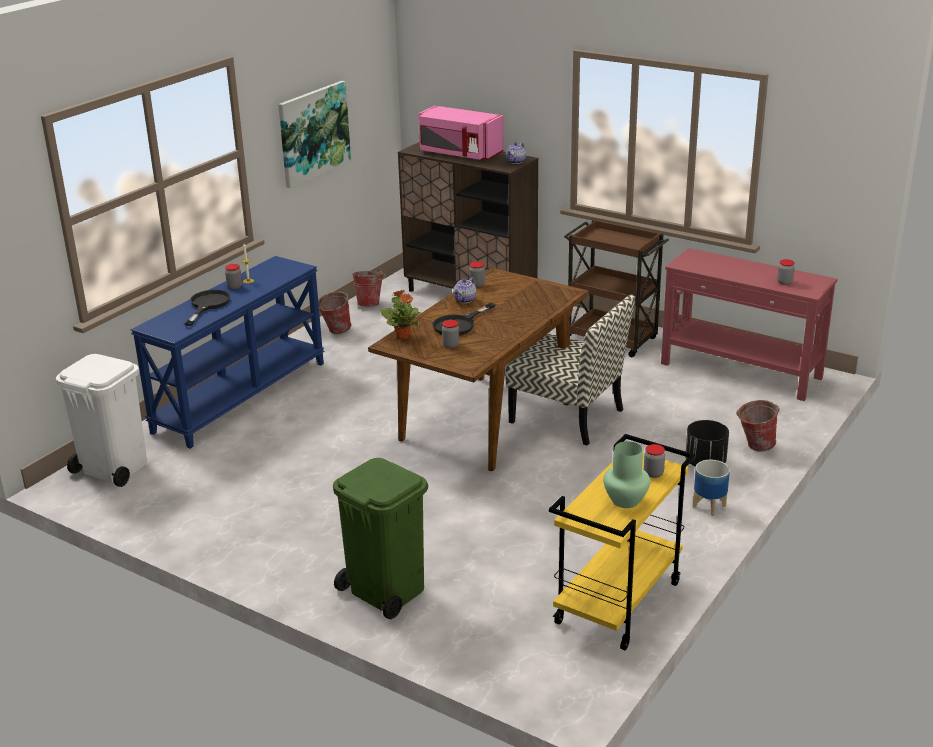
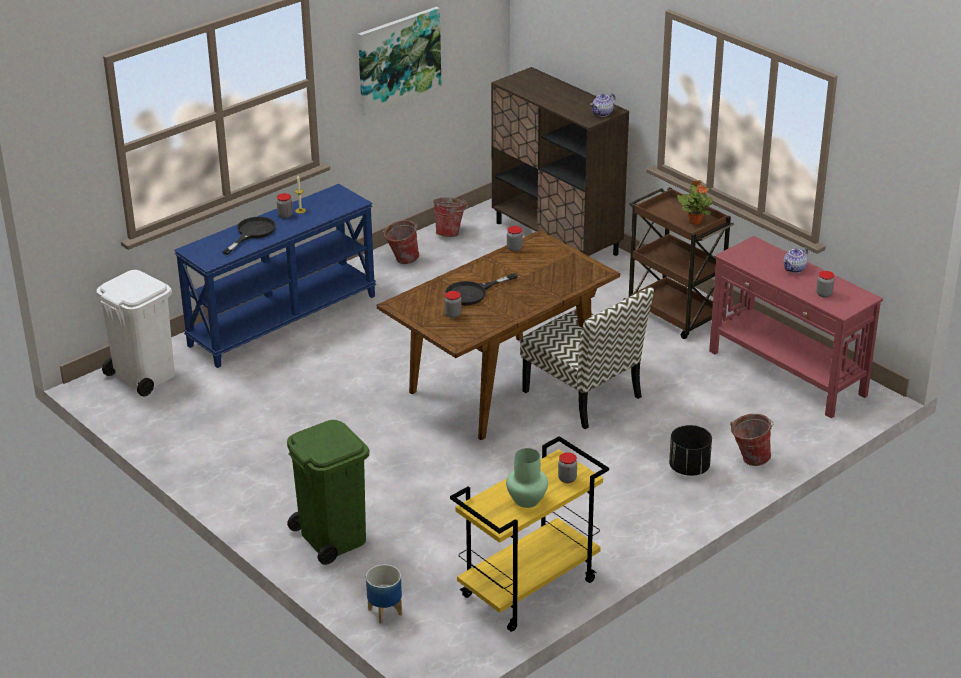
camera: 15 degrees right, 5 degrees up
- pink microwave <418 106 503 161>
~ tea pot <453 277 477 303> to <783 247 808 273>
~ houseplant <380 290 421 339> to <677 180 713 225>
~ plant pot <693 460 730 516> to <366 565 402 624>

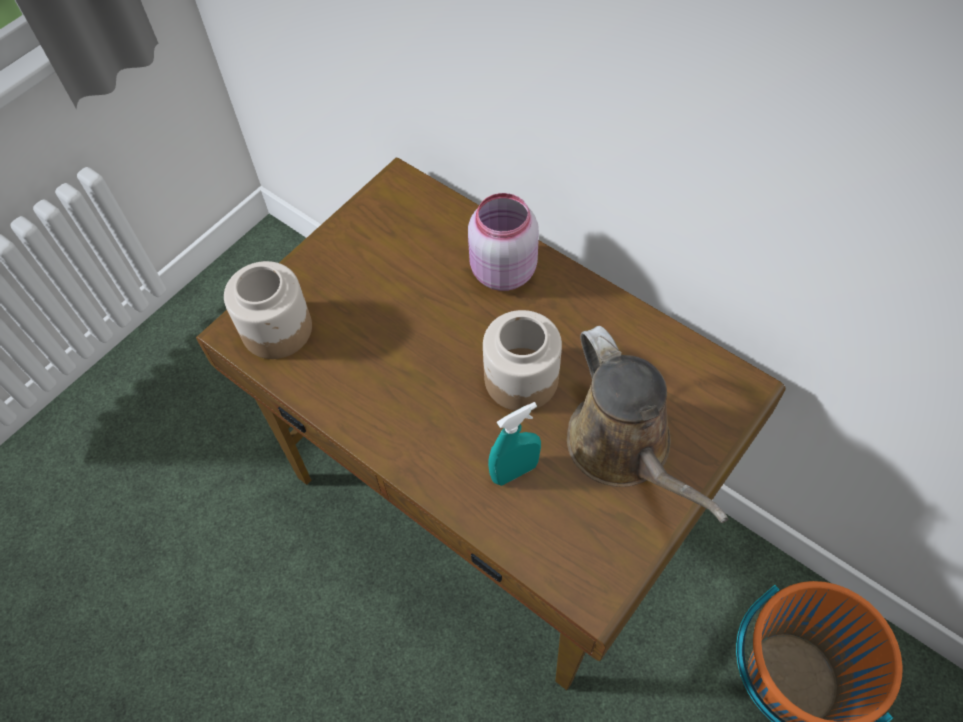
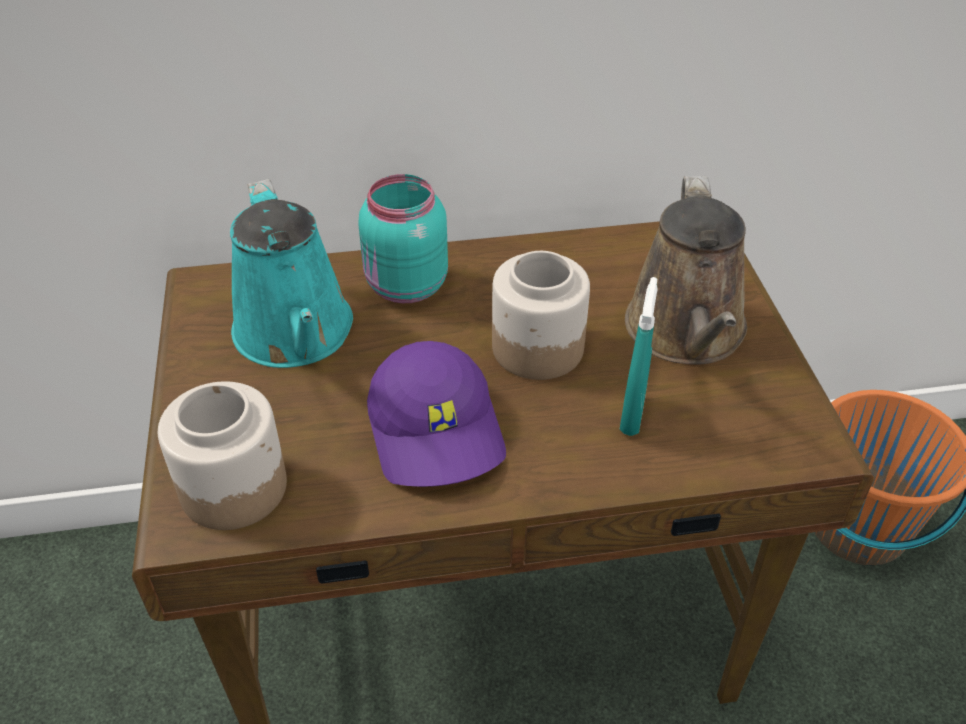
camera: 50 degrees left, 15 degrees down
~ pink jar <468 193 539 291> to turquoise jar <358 174 448 303>
~ brownish watering can <567 326 728 523> = <625 176 747 365> 75 degrees clockwise
+ turquoise watering can <230 179 353 368>
+ purplish baseball cap <367 341 506 487>

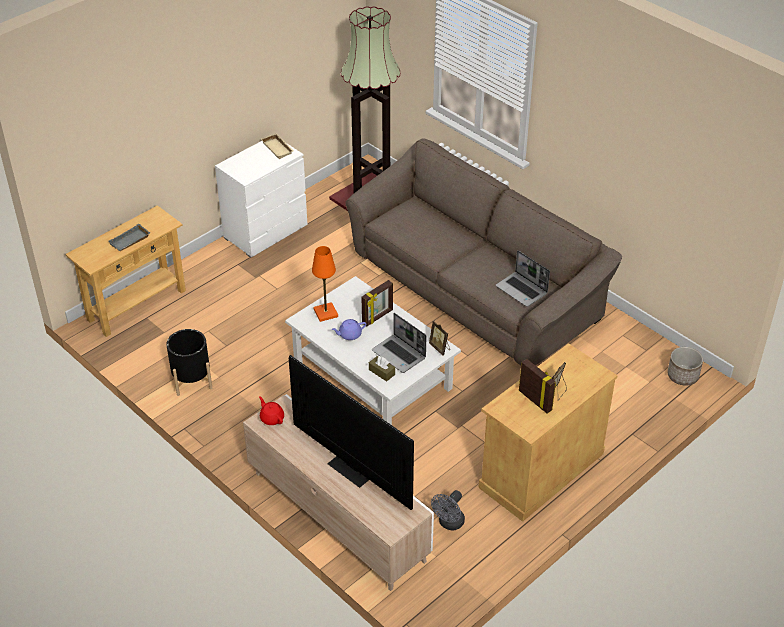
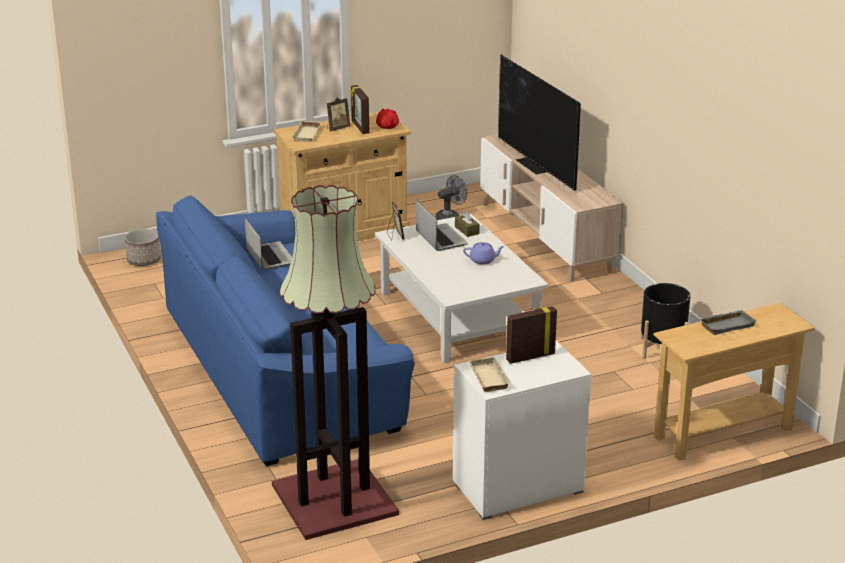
camera: 160 degrees left, 15 degrees down
~ brownish sofa <345 138 622 366> to blue sofa <156 195 415 466>
- orange lamp for a table <312 246 338 322>
~ photo frame <362 280 393 327> to <506 306 557 364>
~ red tea pot <259 396 284 425> to <376 109 399 129>
+ beige tray <292 120 322 142>

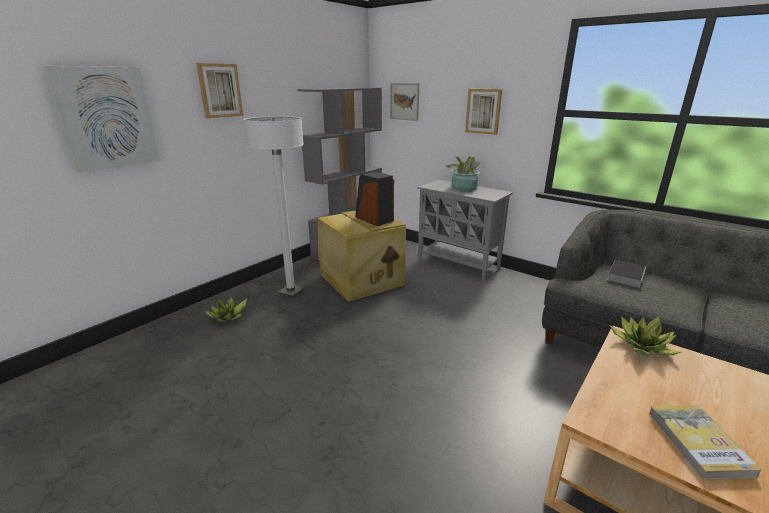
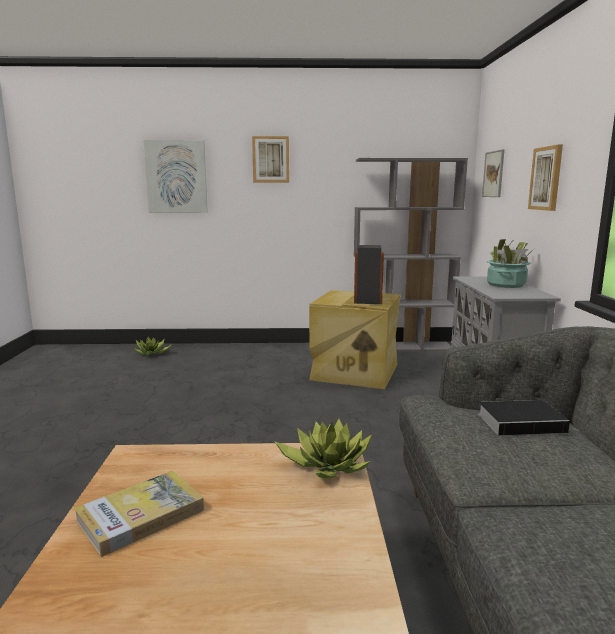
camera: 50 degrees right, 10 degrees down
- white floor lamp <244 116 304 297>
~ houseplant <205 297 247 322> to <134 336 172 356>

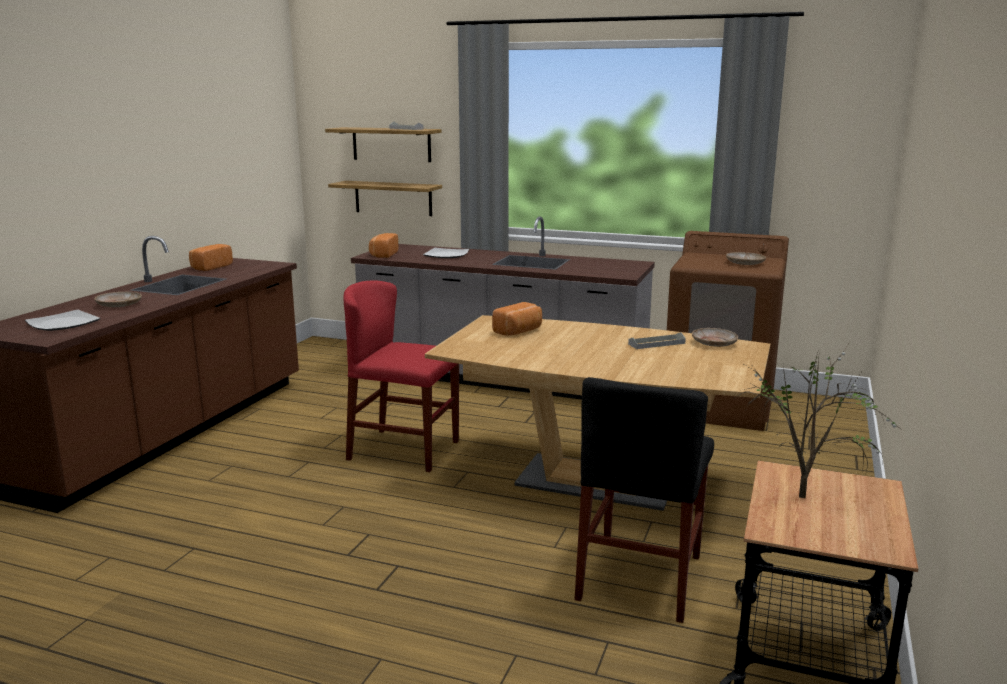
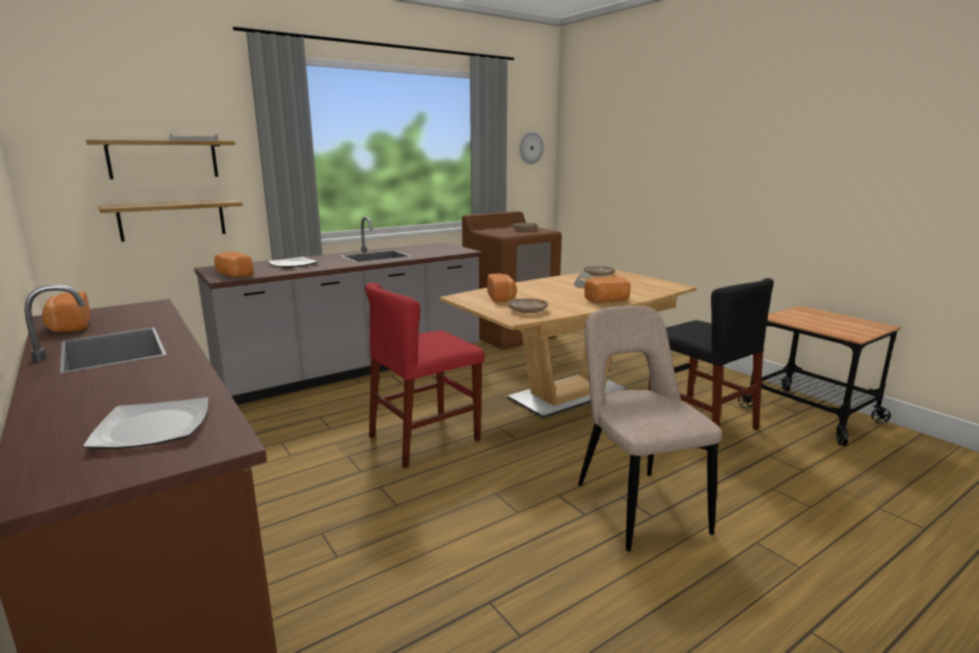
camera: 55 degrees left, 0 degrees up
~ beige dinner plate <95 292 142 307> to <508 298 548 313>
- houseplant <738 342 896 498>
+ wall clock <519 132 544 164>
+ baked bread <584 277 631 303>
+ beige plain chair <578 306 722 552>

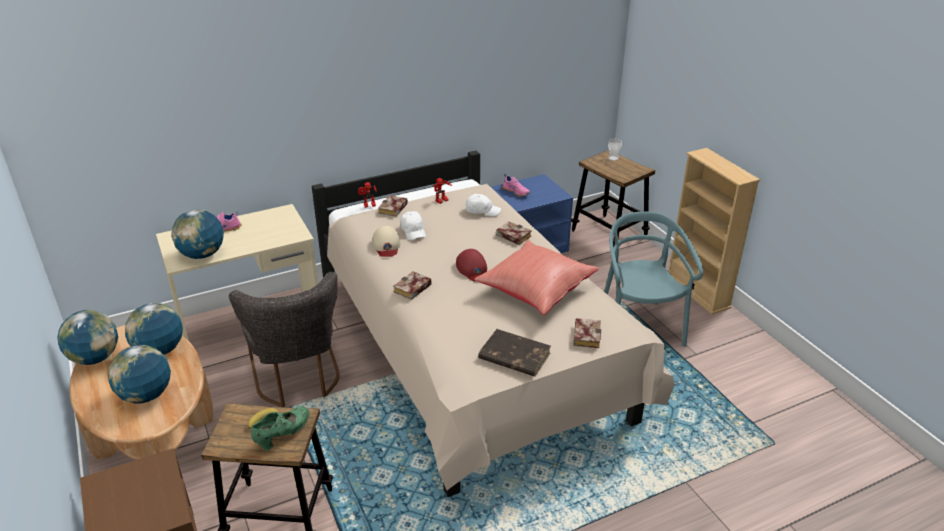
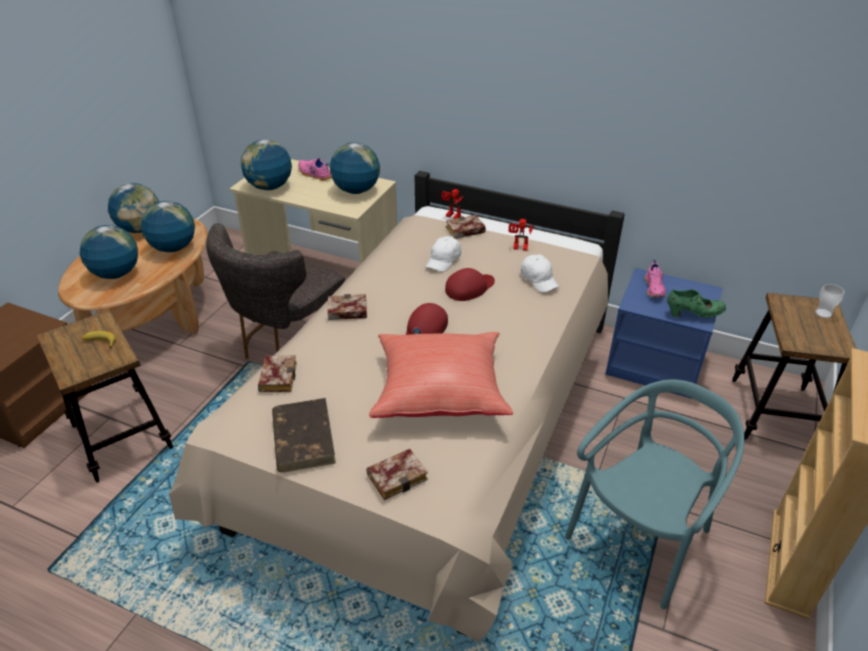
camera: 50 degrees right, 5 degrees up
~ book <496 221 532 245> to <258 356 297 392>
- beige baseball cap <372 226 400 257>
~ greenish shoe <251 406 310 450> to <667 290 726 318>
+ world globe <330 142 380 194>
+ red baseball cap <445 268 495 301>

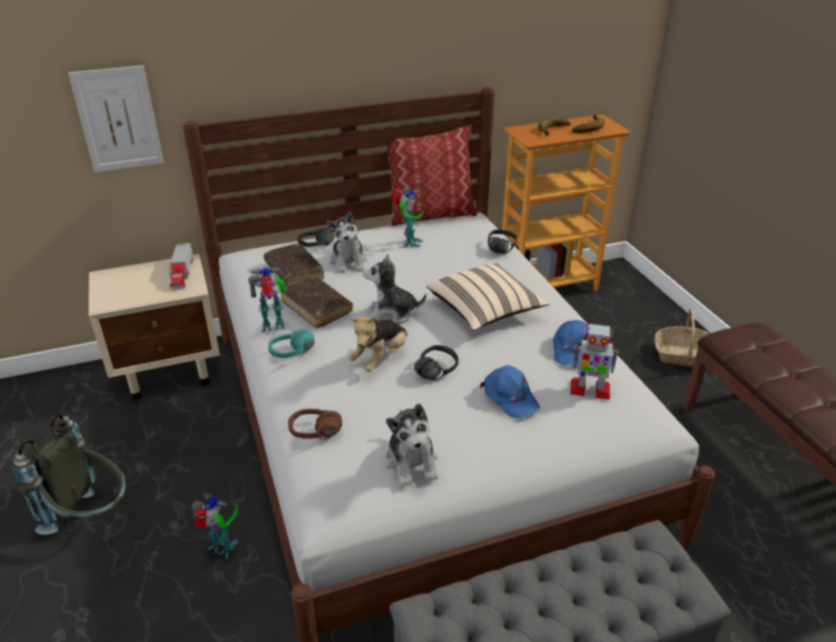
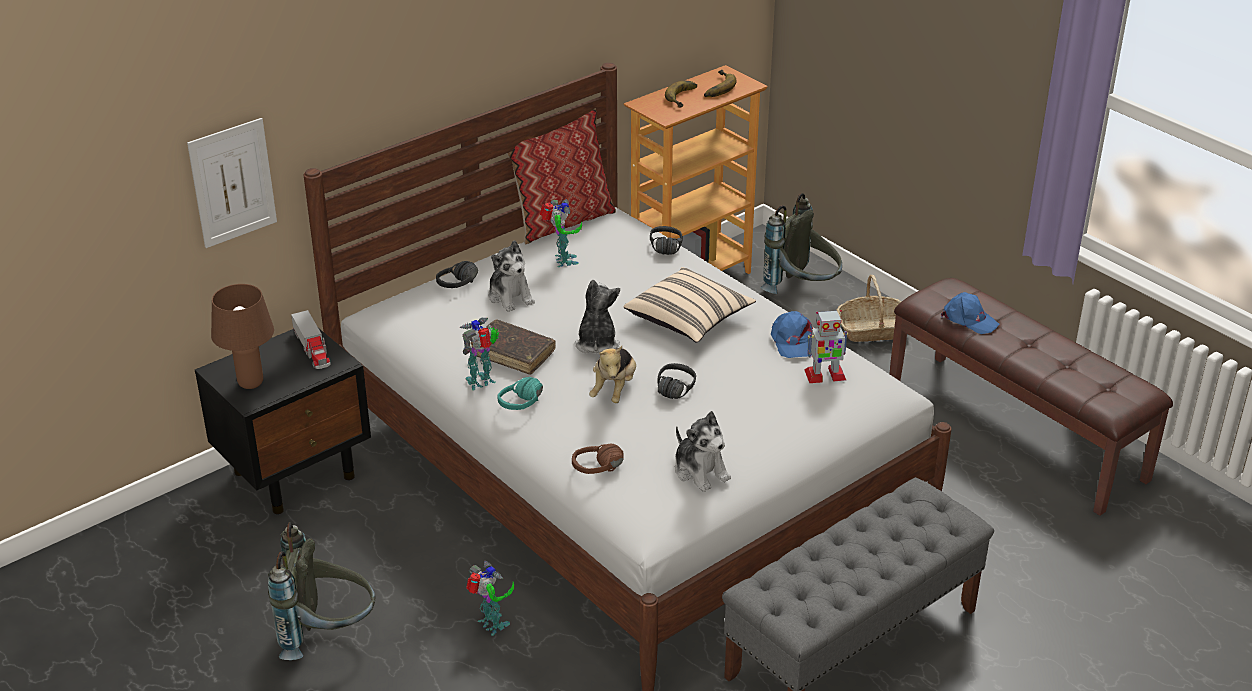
camera: 20 degrees left, 0 degrees up
- brownish book <264 243 324 287>
~ beige night table <89 254 220 400> to black night table <195 329 371 514>
~ soft toy <363 254 426 324> = <575 279 620 353> 105 degrees clockwise
~ blue baseball cap <480 365 540 418> to <941 292 999 334>
~ robot figure <191 494 239 559> = <466 561 514 636> 45 degrees clockwise
+ gray knapsack <761 193 842 294>
+ brownish lamp for a table <211 284 274 389>

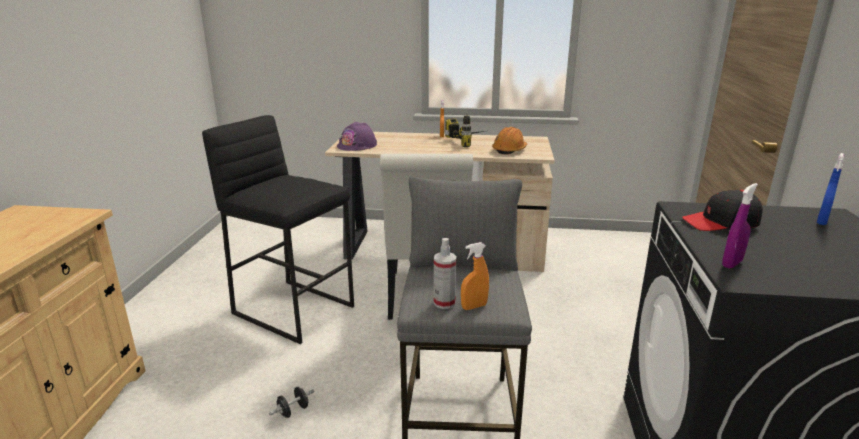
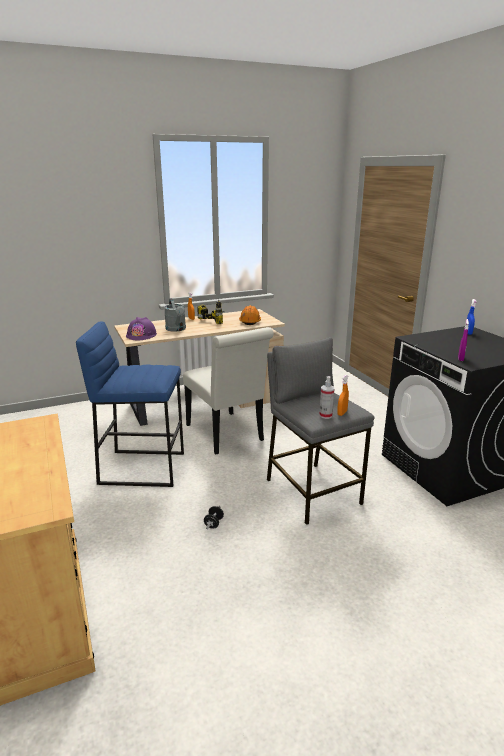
camera: 30 degrees left, 0 degrees up
~ black stool seat <202 115 354 344> to blue stool seat <76 321 184 487>
- black baseball cap <682 190 763 231>
+ gray watering can <164 298 186 331>

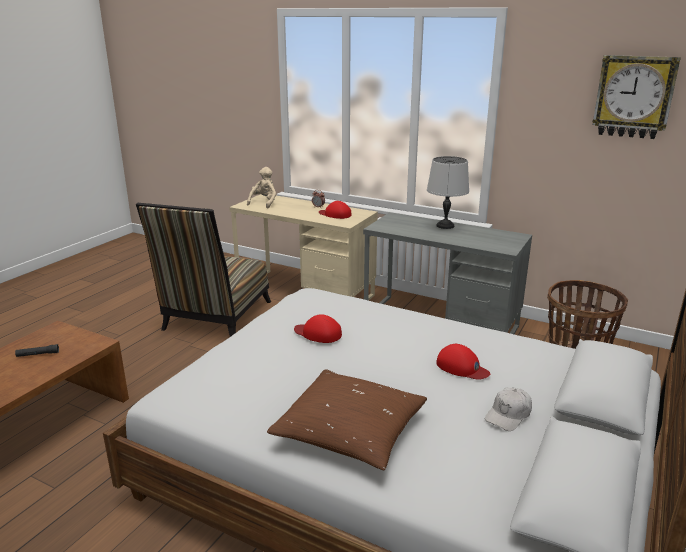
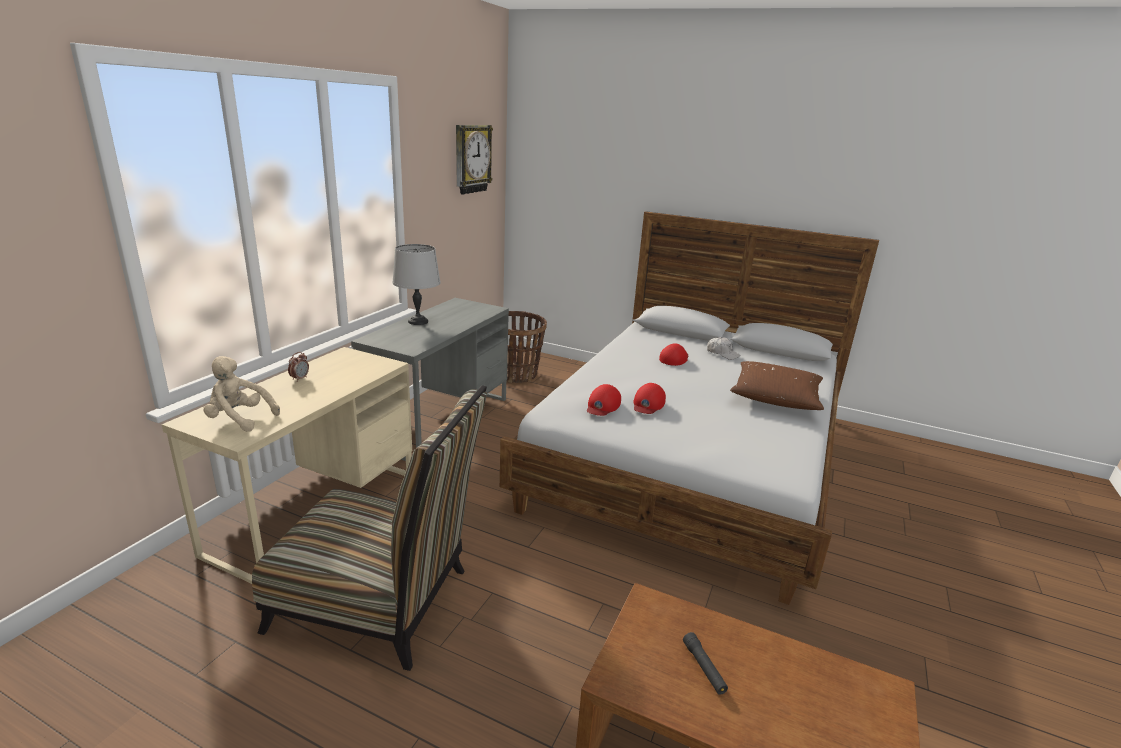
camera: 95 degrees left, 0 degrees up
~ red baseball cap <319 201 352 219> to <587 384 621 416>

